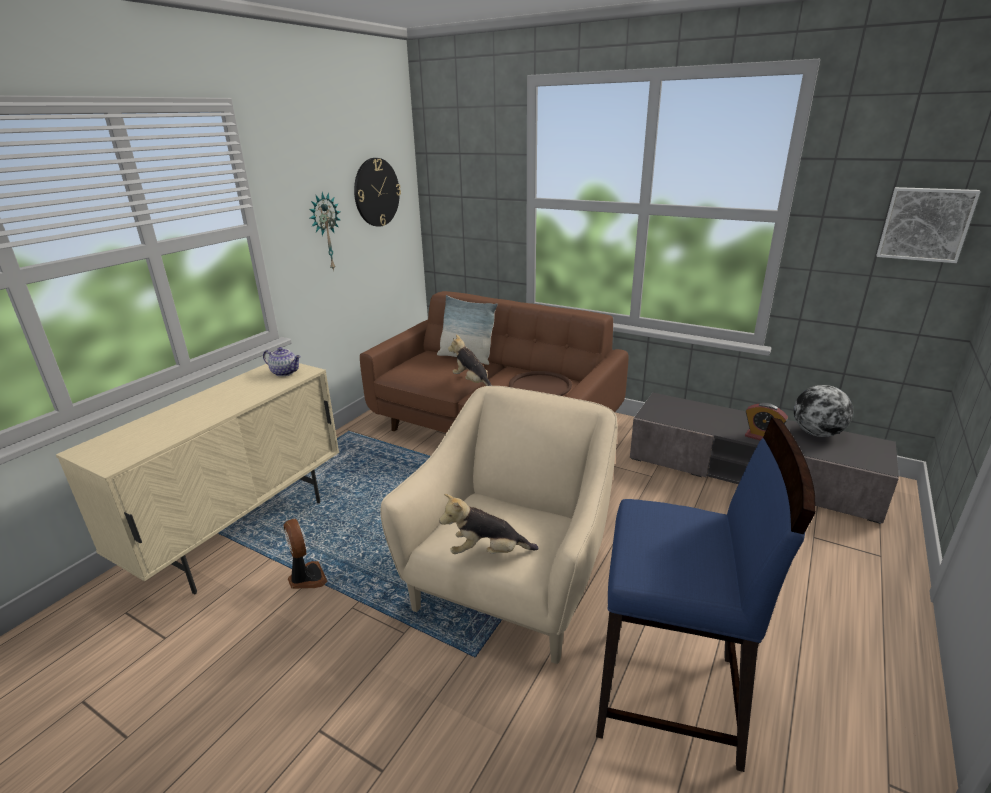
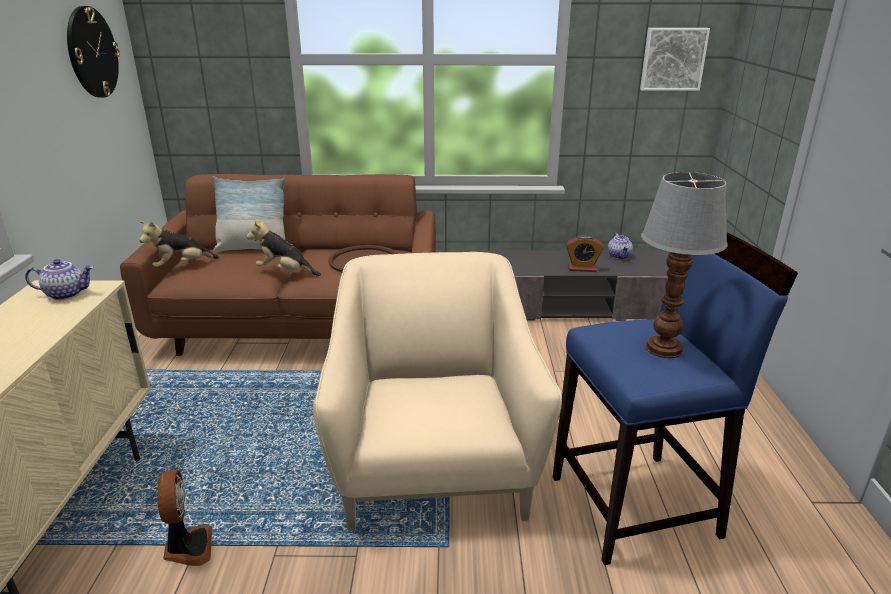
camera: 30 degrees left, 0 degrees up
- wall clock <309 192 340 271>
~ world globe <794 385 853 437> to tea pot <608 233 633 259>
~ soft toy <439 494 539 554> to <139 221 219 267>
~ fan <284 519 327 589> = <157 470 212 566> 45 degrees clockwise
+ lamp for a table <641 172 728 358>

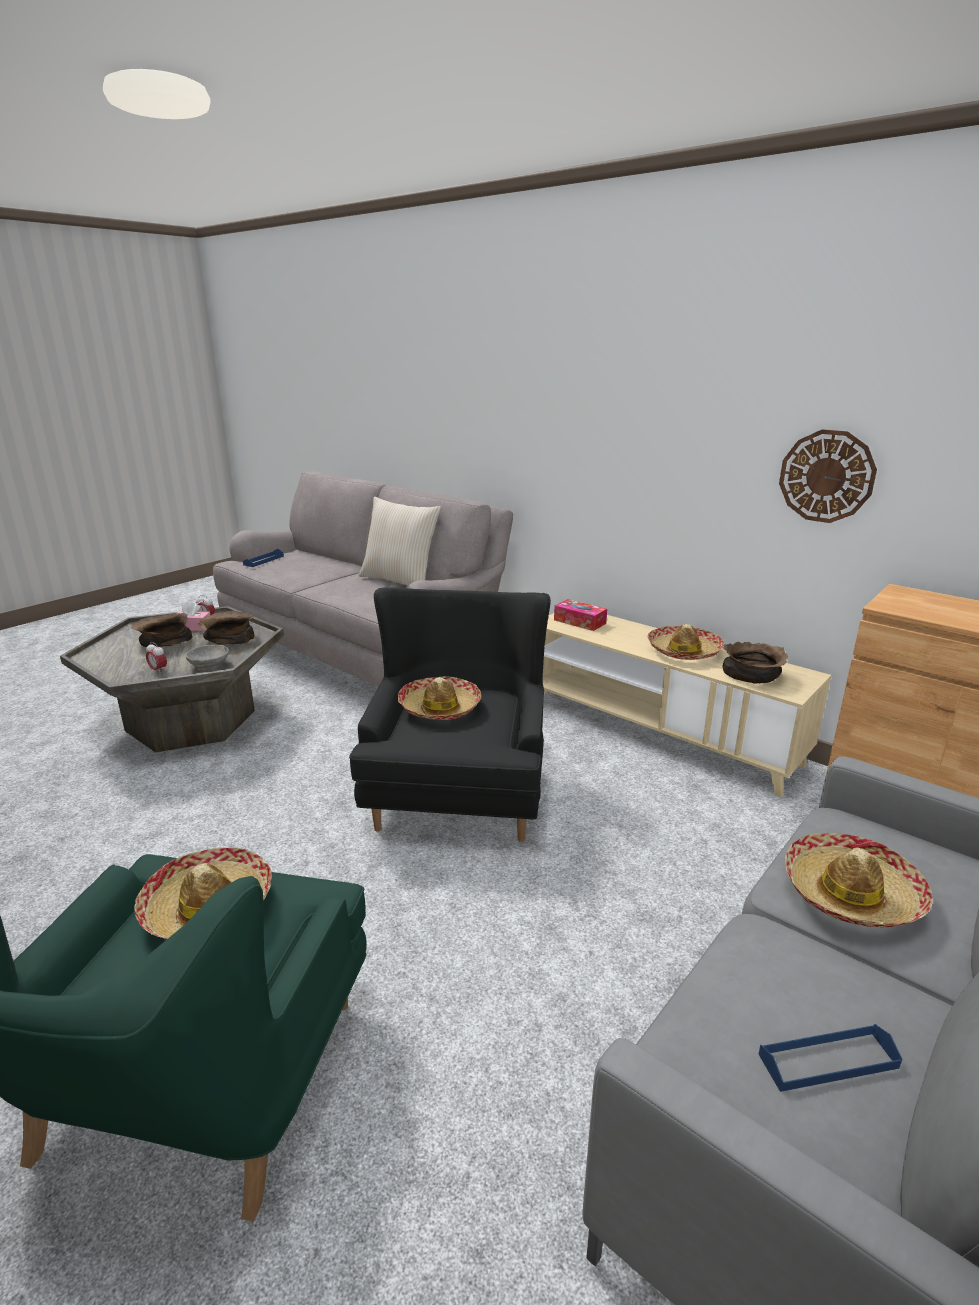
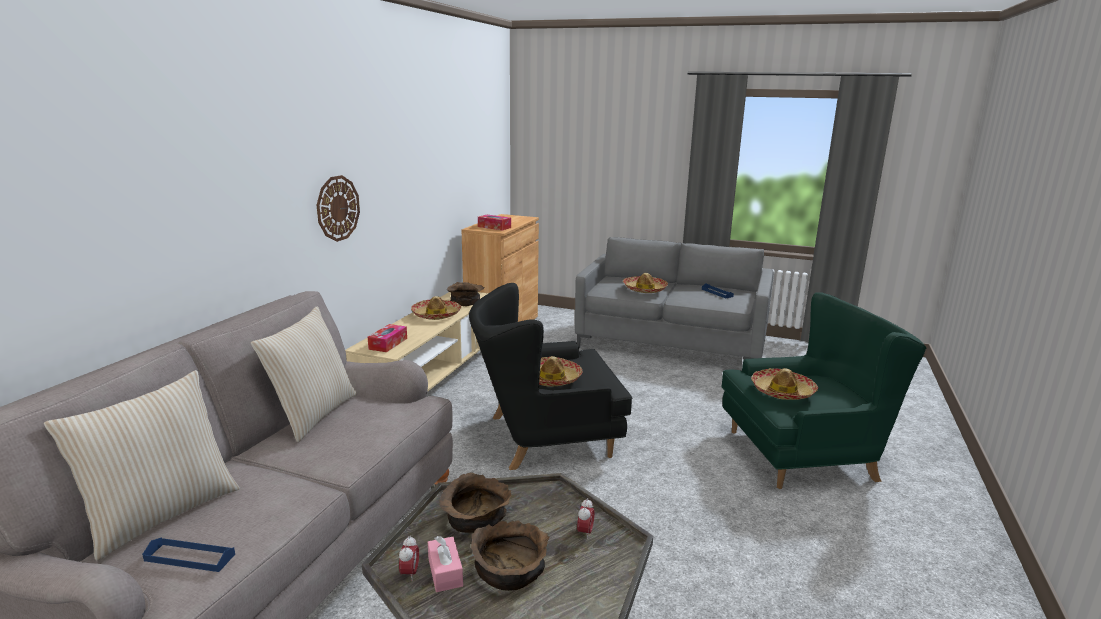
camera: 110 degrees left, 5 degrees down
~ wall clock <779 429 877 523> to <317 175 360 242>
- gray deep dish <185 645 229 668>
+ tissue box <478 215 511 230>
+ beige throw pillow <44 370 240 560>

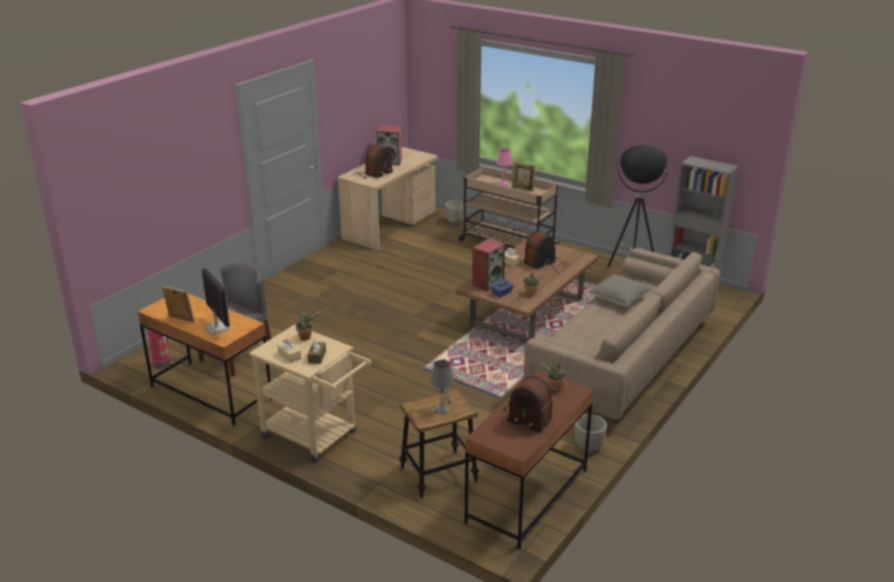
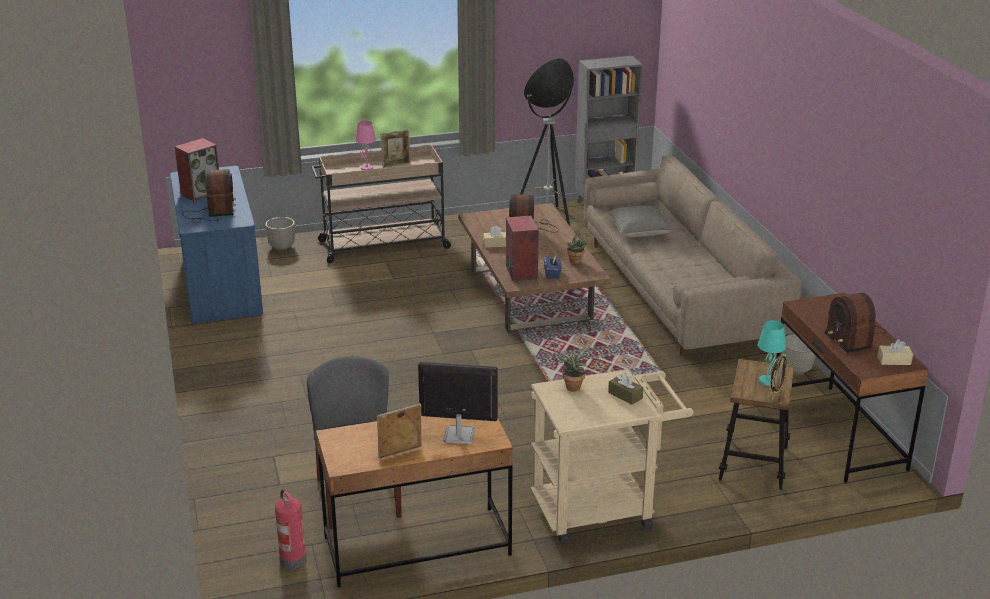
camera: 50 degrees left, 0 degrees up
~ beige desk <338 147 438 250> to blue desk <170 166 263 324>
~ beige tissue box <278 339 301 363> to <877 339 913 365>
~ gray lamp for a table <430 360 454 414> to turquoise lamp for a table <758 320 786 386>
- houseplant <537 362 567 391>
~ radio receiver <503 376 553 432> = <824 293 886 353> 90 degrees clockwise
+ photo frame <770 354 788 400>

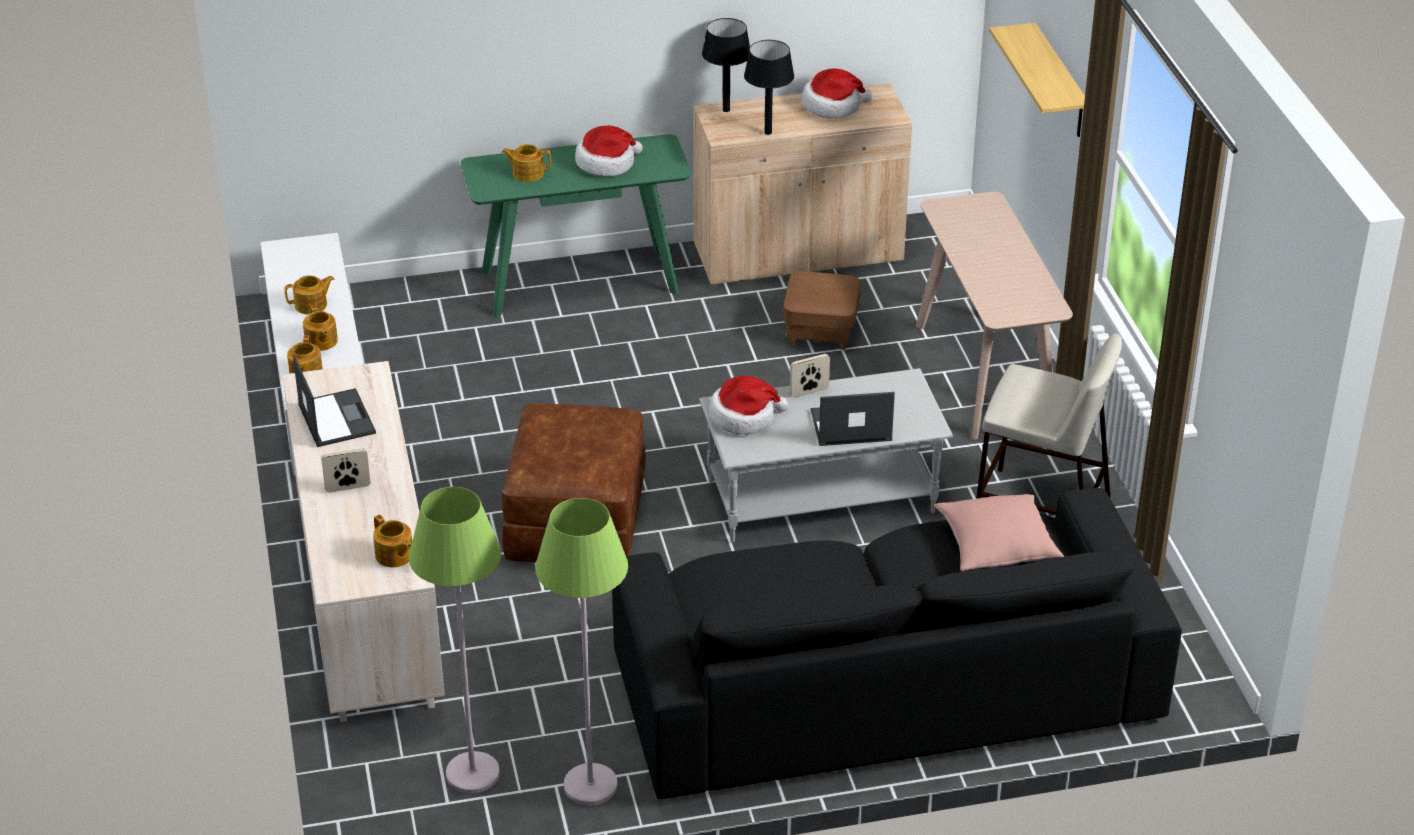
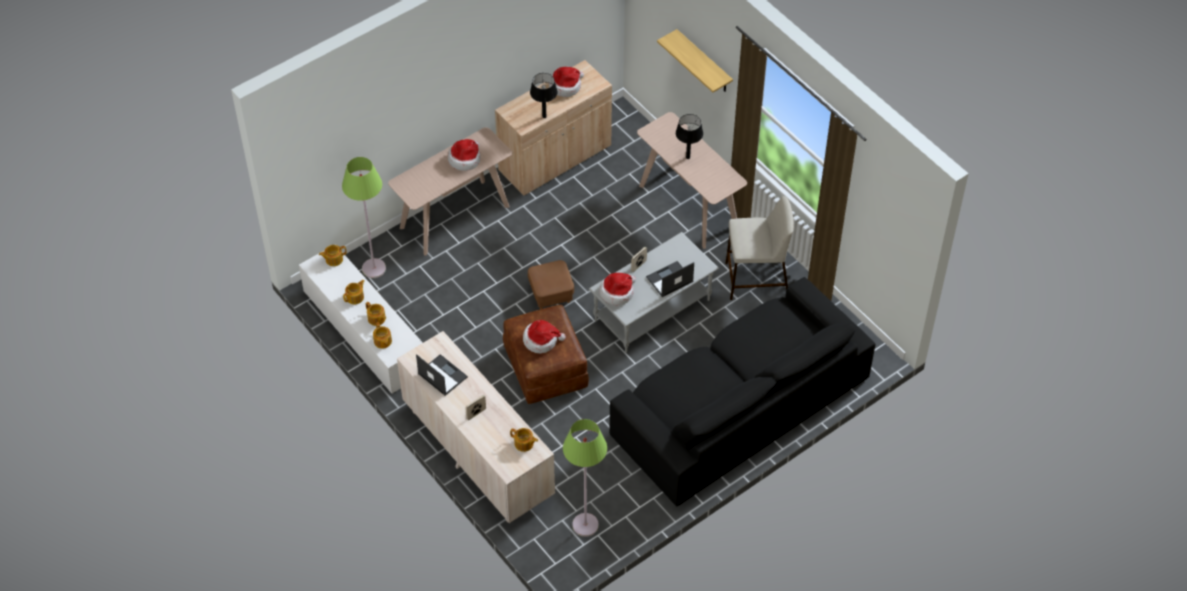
camera: 25 degrees left, 15 degrees up
~ black lamp for a table <702 18 750 112> to <676 114 703 159>
~ greenish hall table <461 134 691 317> to beige hall table <388 127 512 256>
~ tea pot <502 144 551 182> to <319 245 347 266>
~ brownish pouffe <783 271 860 350> to <528 260 574 309>
- pink throw pillow <934 494 1064 571>
~ greenish floor lamp <535 498 628 805> to <342 157 386 278>
+ hat <523 320 566 353>

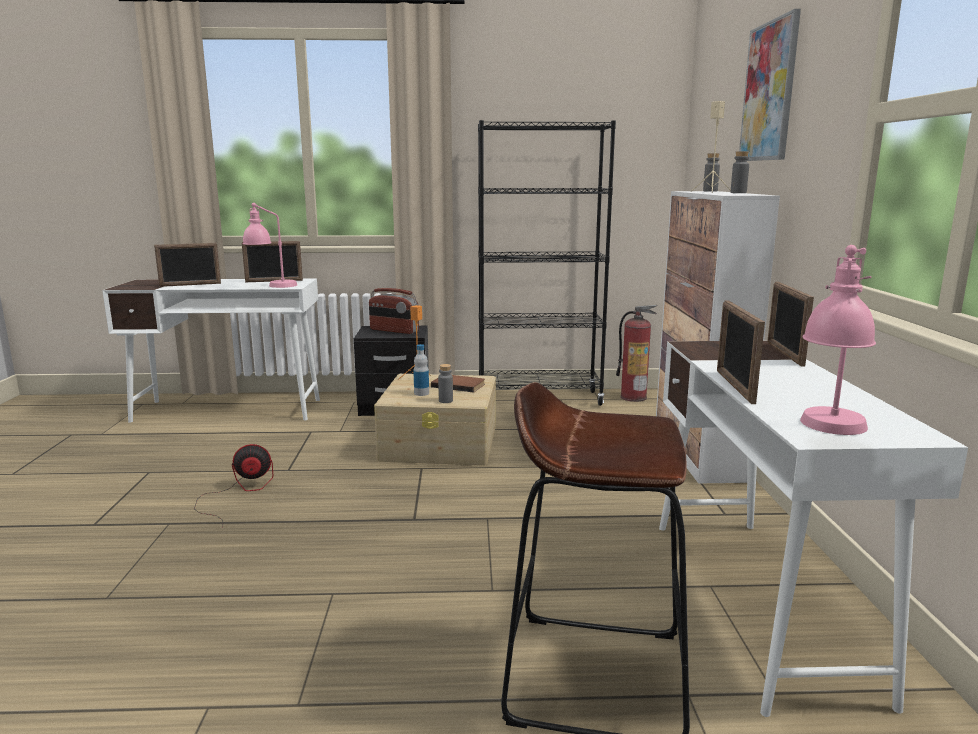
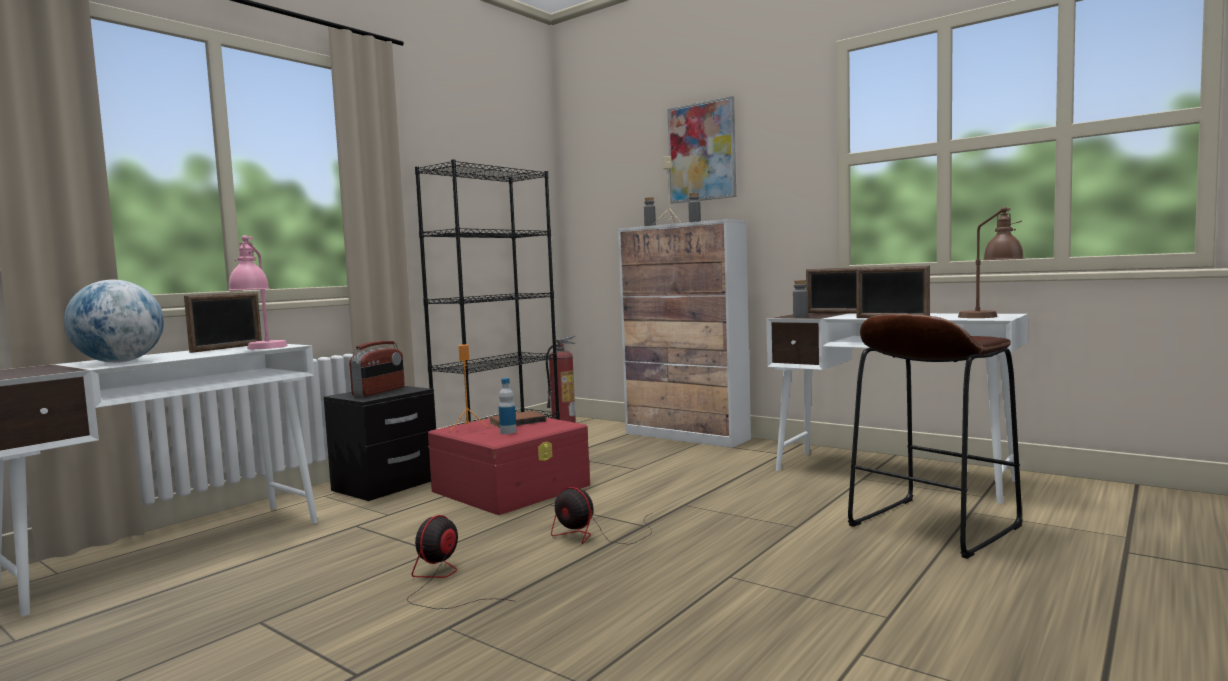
camera: 50 degrees left, 10 degrees down
~ photo frame <154 243 221 287> to world globe <64 279 164 363>
~ pink lamp for a table <800 245 876 435> to brownish lamp for a table <958 207 1024 318>
~ radio receiver <369 288 419 334> = <349 341 405 397> 45 degrees counterclockwise
~ gray drink bottle <438 364 453 403> to <793 280 808 318>
~ beige storage container <374 374 496 465> to red storage container <428 412 590 515>
+ fan <551 487 652 545>

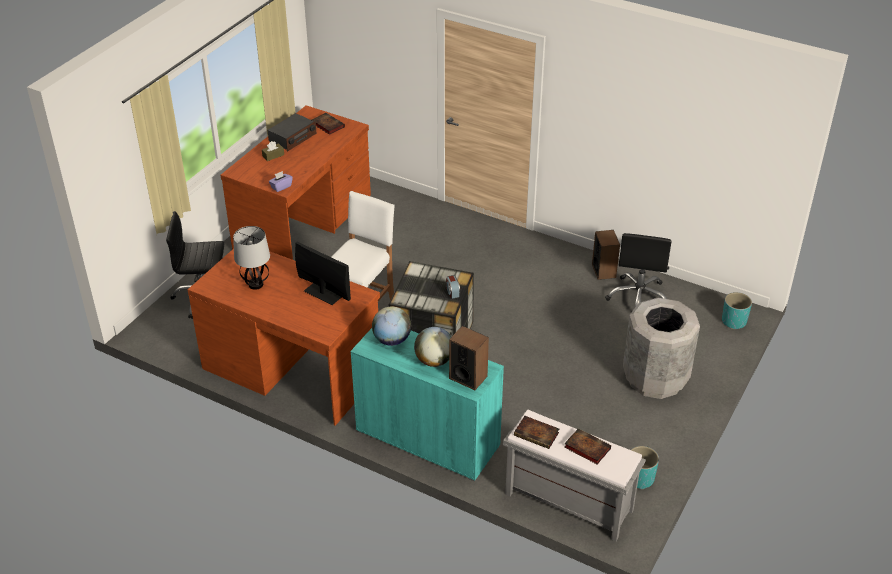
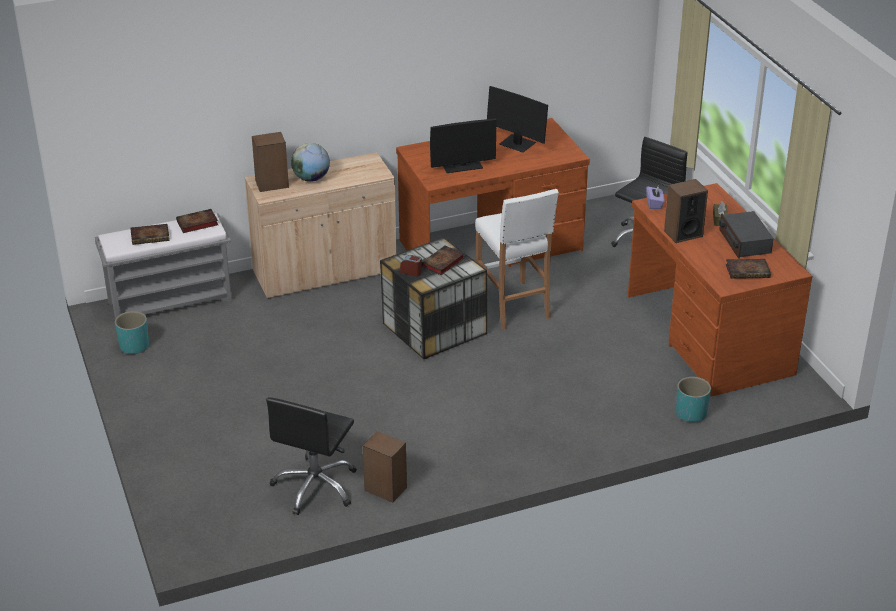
camera: 130 degrees right, 5 degrees down
~ lamp for a table <233 226 270 290> to monitor <487 86 548 153>
~ black desk chair <605 233 671 307> = <266 397 357 515> 120 degrees counterclockwise
~ turquoise plant pot <722 292 752 329> to <676 377 711 422>
- gray rubbish bin <623 298 700 399>
- world globe <372 307 411 346>
~ turquoise storage cabinet <350 328 504 481> to beige storage cabinet <245 152 397 299>
+ audio speaker <664 179 708 243>
+ book <422 246 464 275>

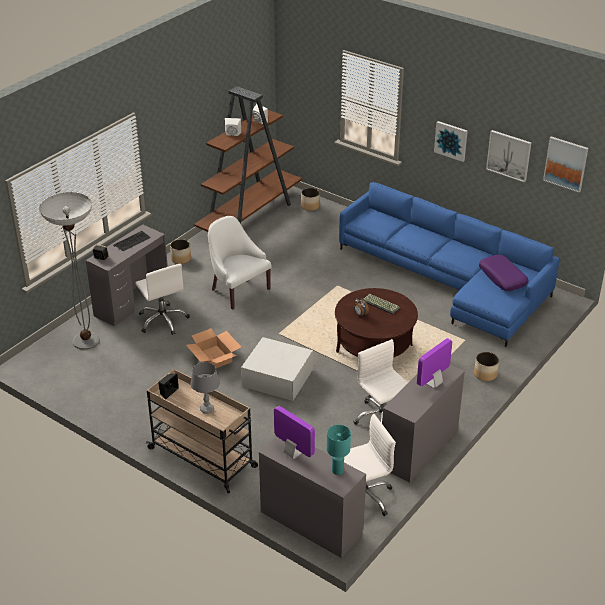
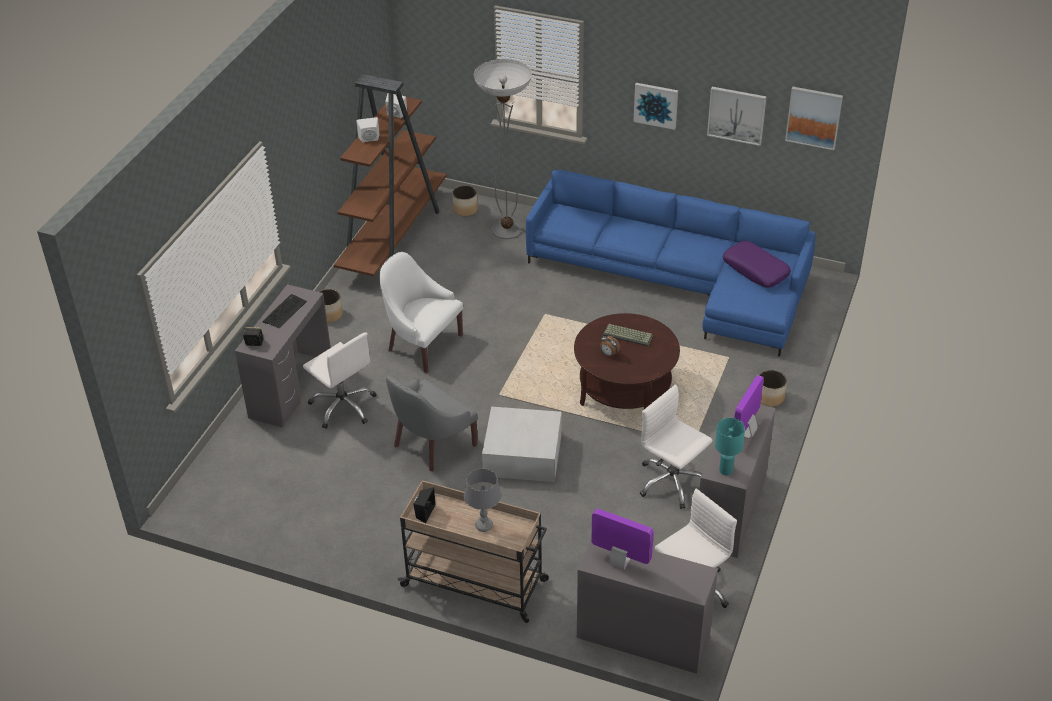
camera: 15 degrees left, 5 degrees up
~ floor lamp <39 192 100 350> to <474 59 532 239>
~ packing box <186 328 241 368> to gray easy chair <386 376 478 471>
~ turquoise lamp for a table <327 425 351 475> to <715 418 745 475>

